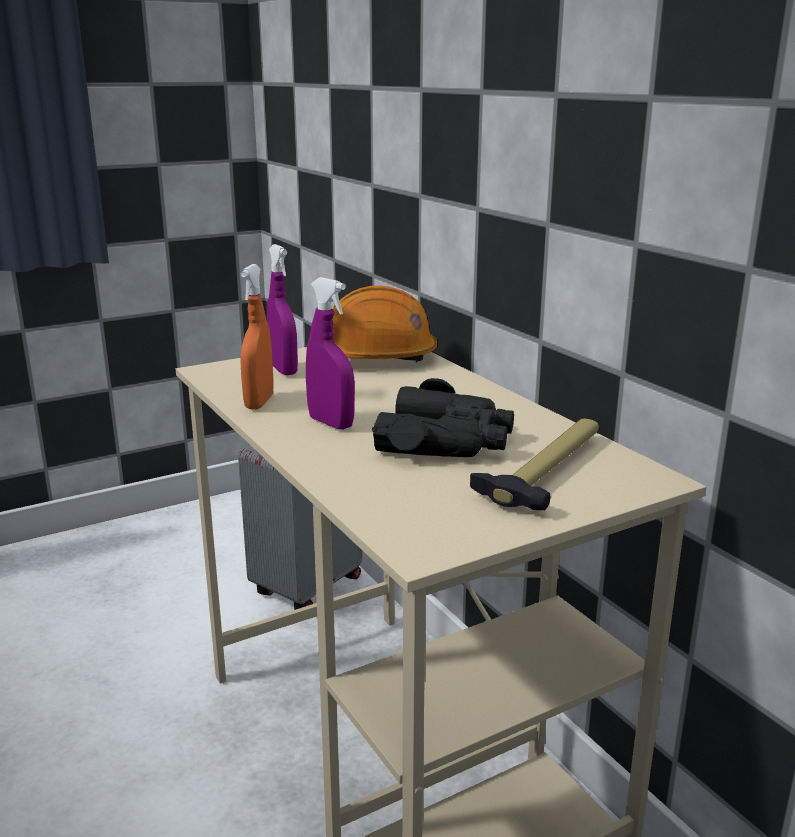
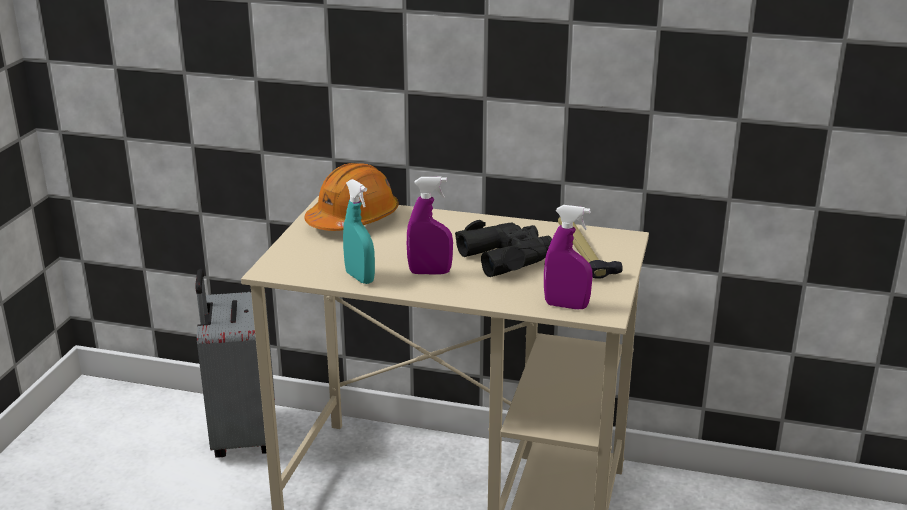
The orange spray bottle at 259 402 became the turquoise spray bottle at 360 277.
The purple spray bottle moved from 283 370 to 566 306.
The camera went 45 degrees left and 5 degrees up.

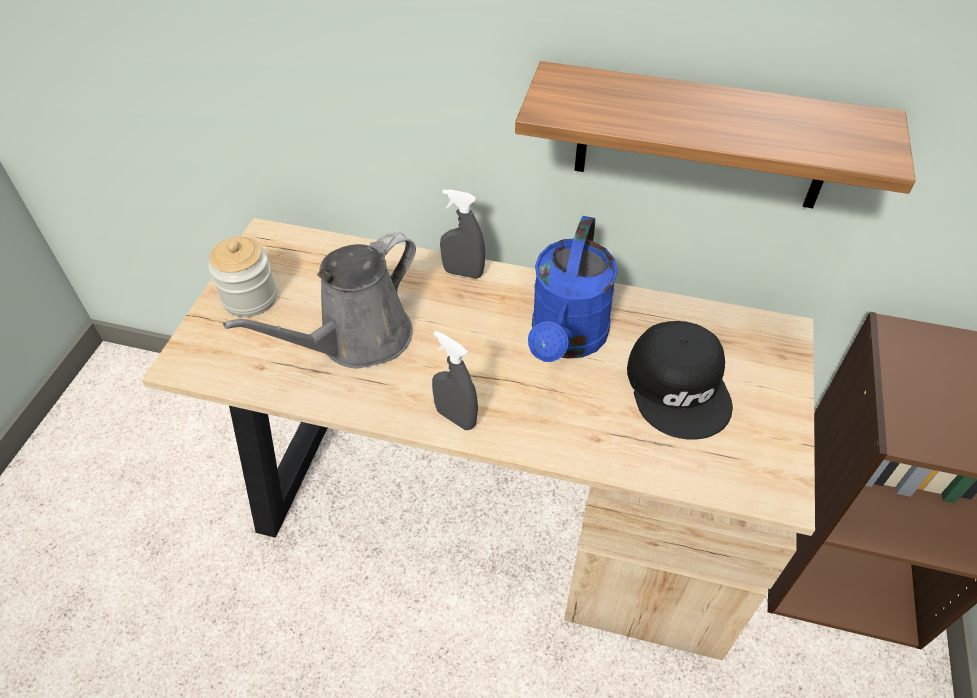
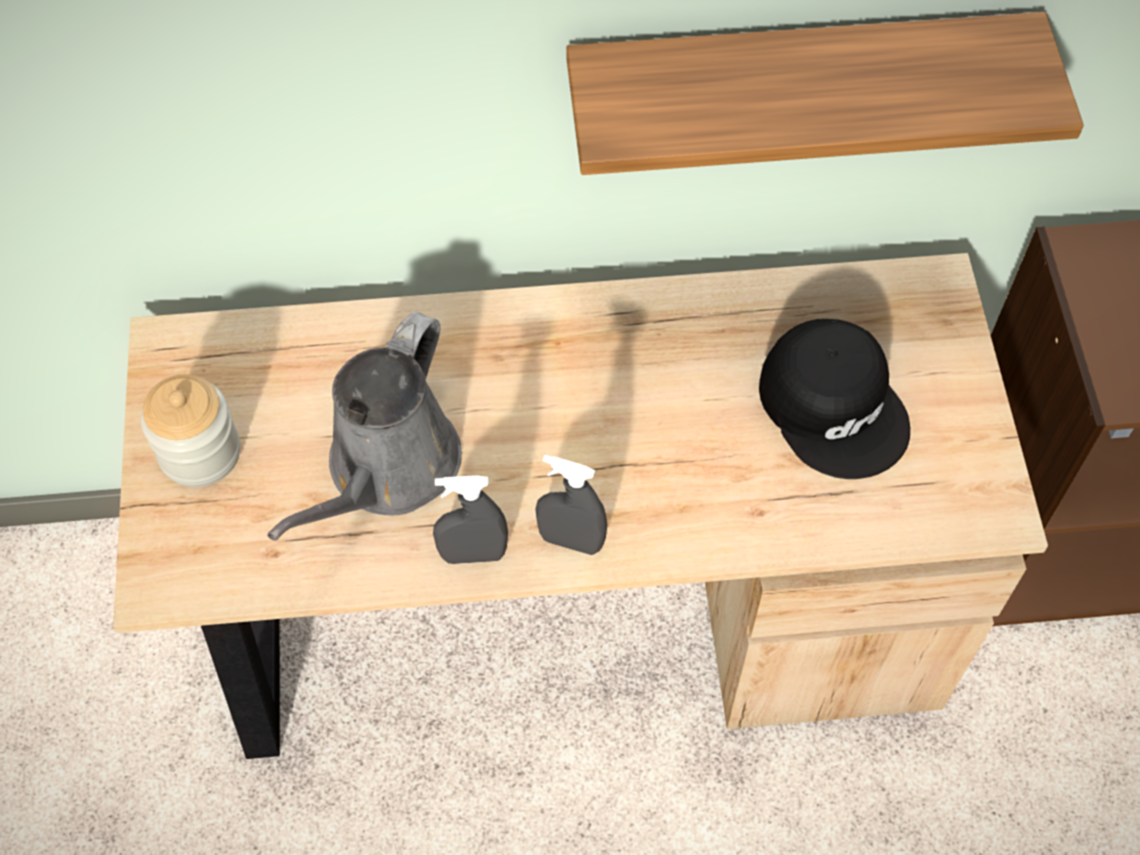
The grey spray bottle moved from 463 273 to 473 555.
The blue watering can at 566 340 disappeared.
The camera went 20 degrees left and 10 degrees up.

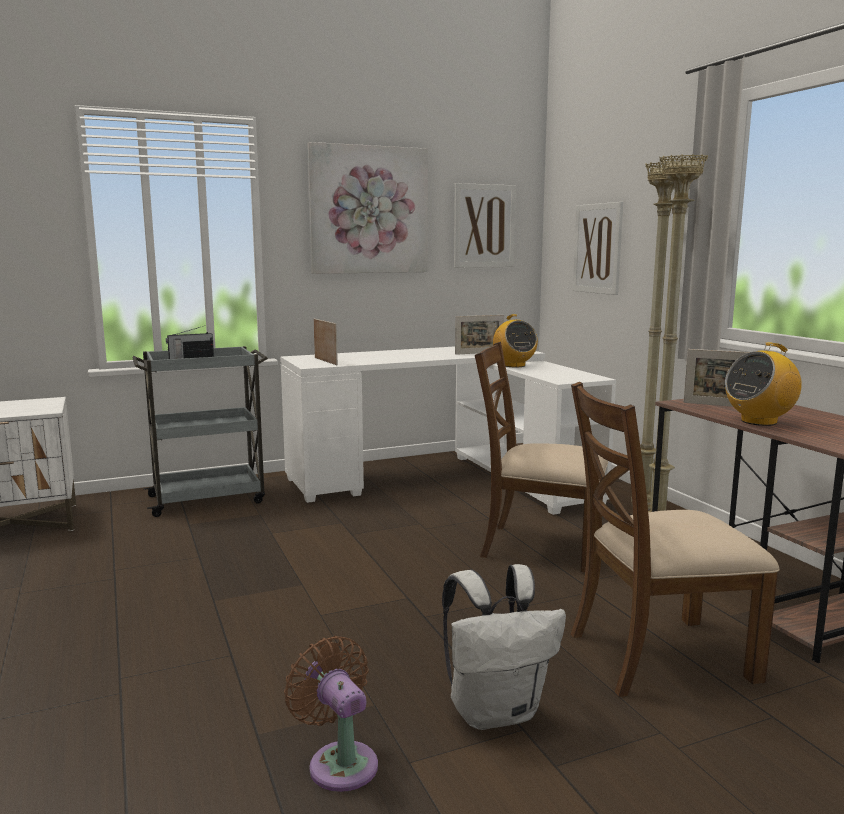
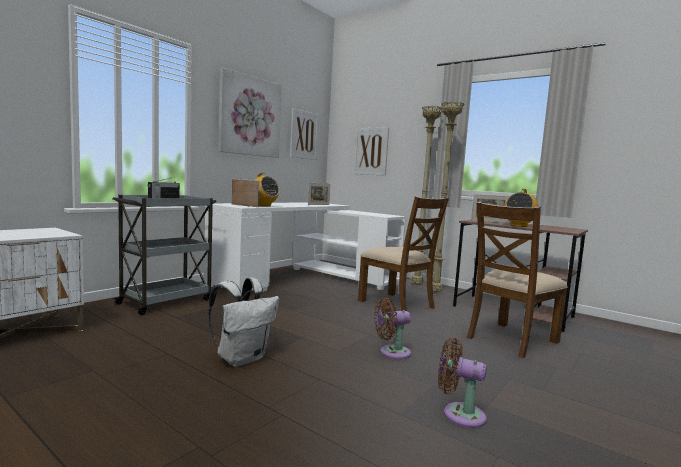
The white backpack moved from 496 711 to 242 358.
The radio moved from 514 365 to 263 206.
The brown chair at 540 547 turned 120 degrees counterclockwise.
The brown fan at 391 353 appeared.
The camera went 30 degrees left and 5 degrees down.

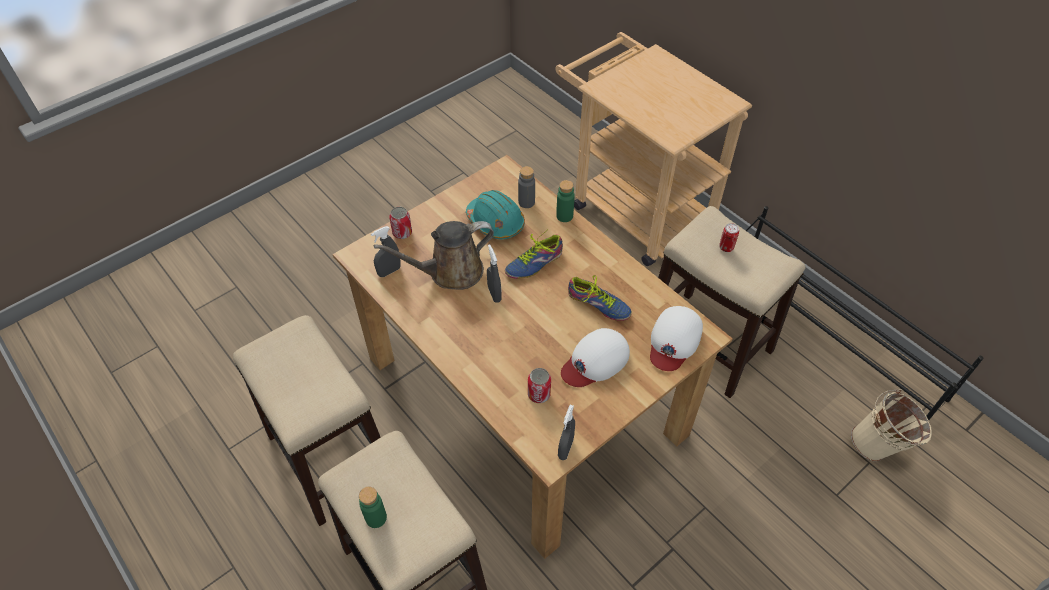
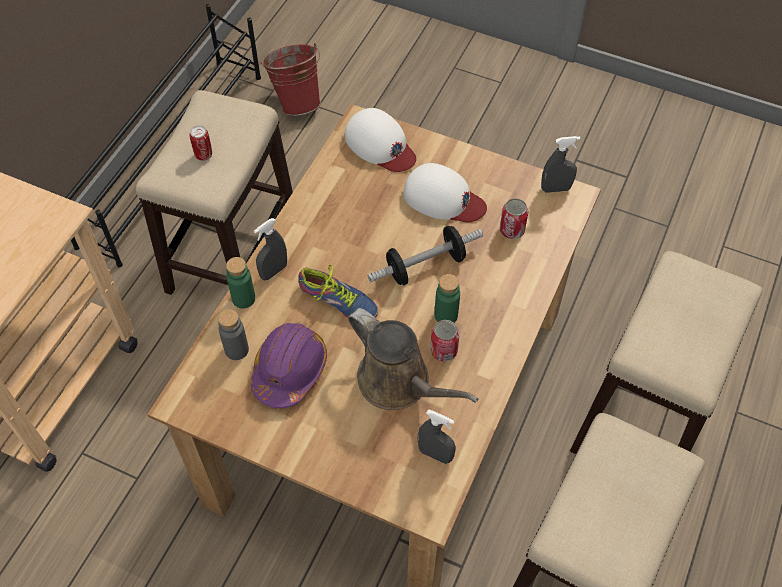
The turquoise hard hat at 495 222 became the purple hard hat at 289 370.
The grey spray bottle moved from 494 294 to 273 271.
The beige bucket at 880 447 became the red bucket at 296 101.
The white cap at 674 341 turned 45 degrees clockwise.
The dumbbell at 425 266 appeared.
The can moved from 402 233 to 443 351.
The green bottle moved from 376 518 to 446 315.
The shoe at 598 306 disappeared.
The camera went 115 degrees left and 5 degrees up.

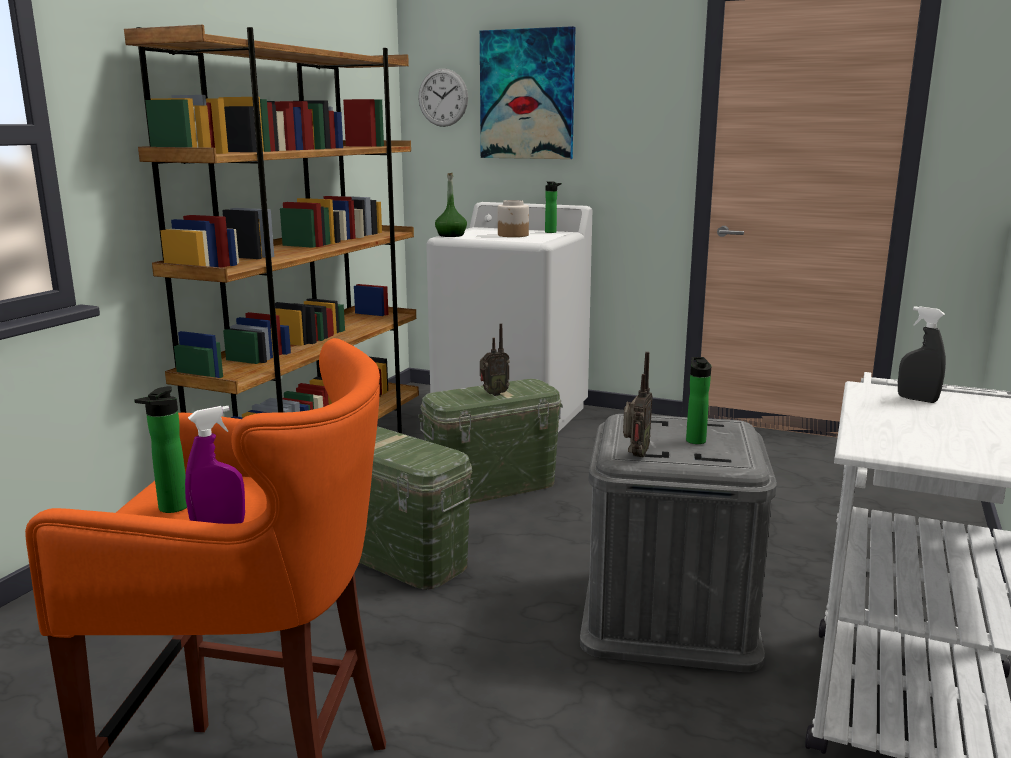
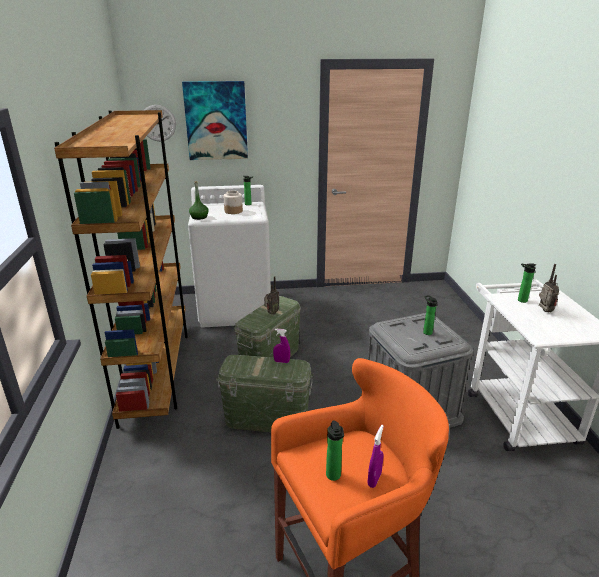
The purple spray bottle at 281 361 appeared.
The grey spray bottle at 917 399 was replaced by the bottle at 520 300.
The radio moved from 635 455 to 544 311.
The camera went 30 degrees left and 10 degrees up.

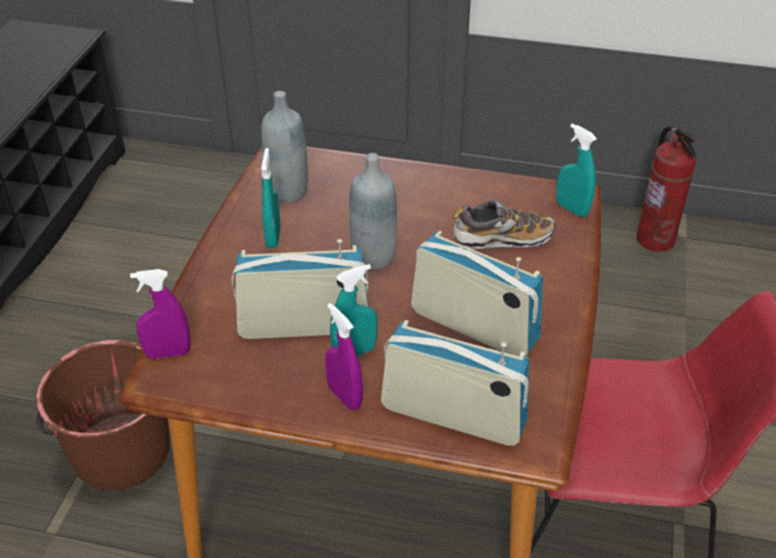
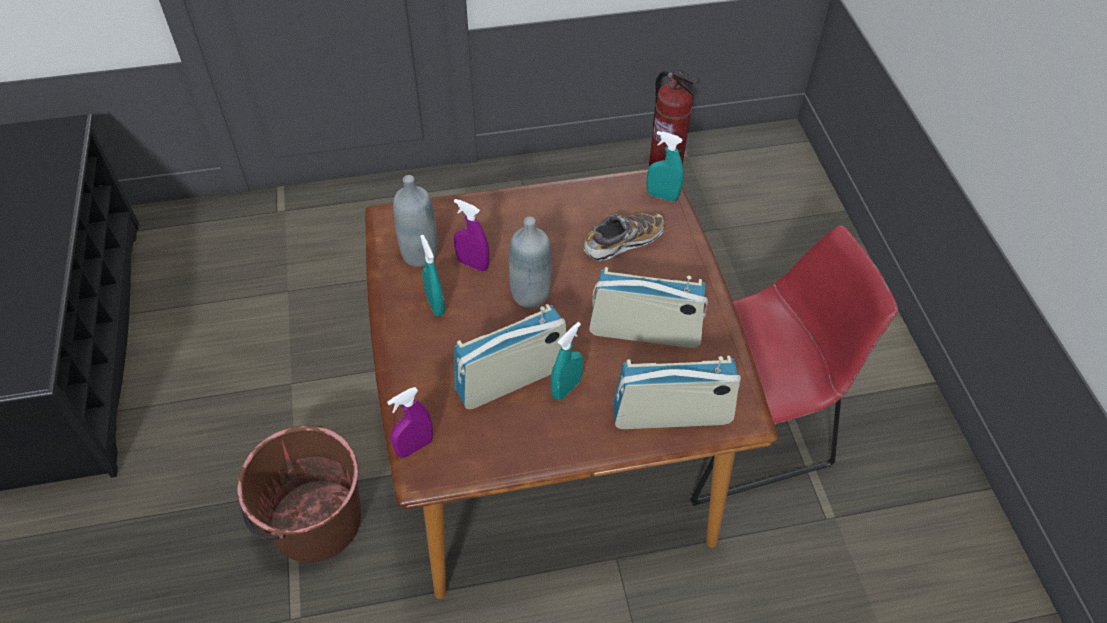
The purple spray bottle moved from 344 397 to 472 264.
The camera went 25 degrees left and 10 degrees up.

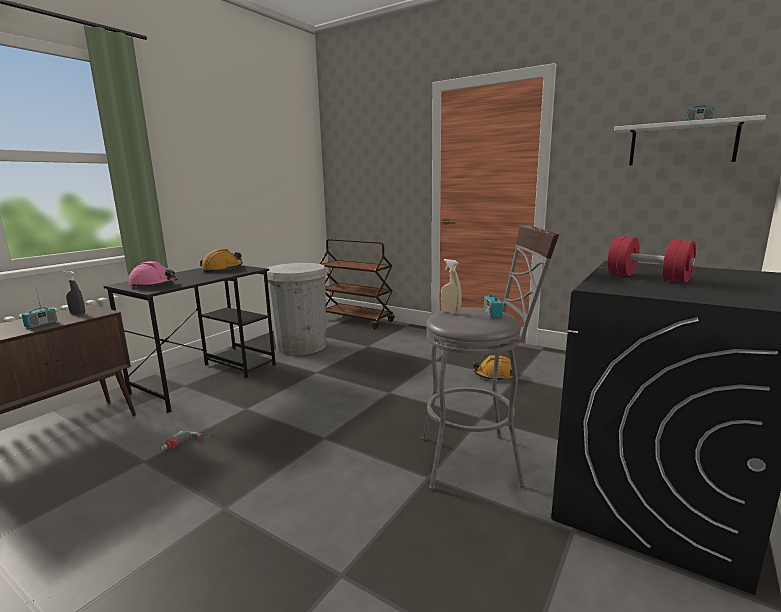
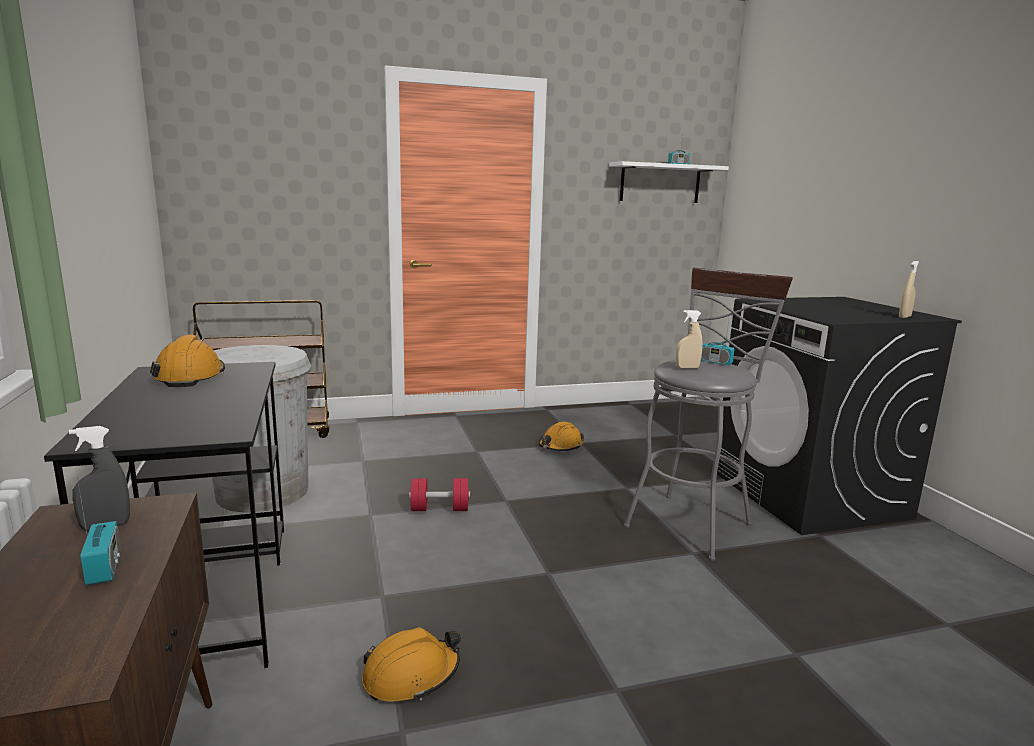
The power drill at 187 444 was replaced by the orange hard hat at 411 676.
The red dumbbell moved from 647 277 to 440 509.
The beige spray bottle at 904 317 appeared.
The pink hard hat at 154 285 disappeared.
The camera went 50 degrees left and 0 degrees up.

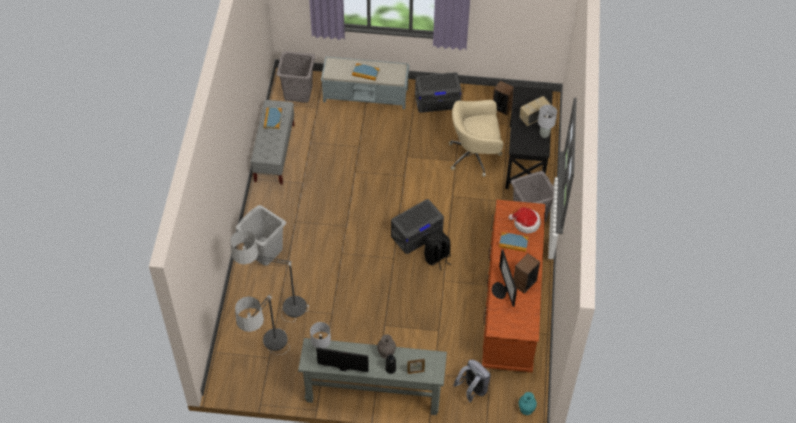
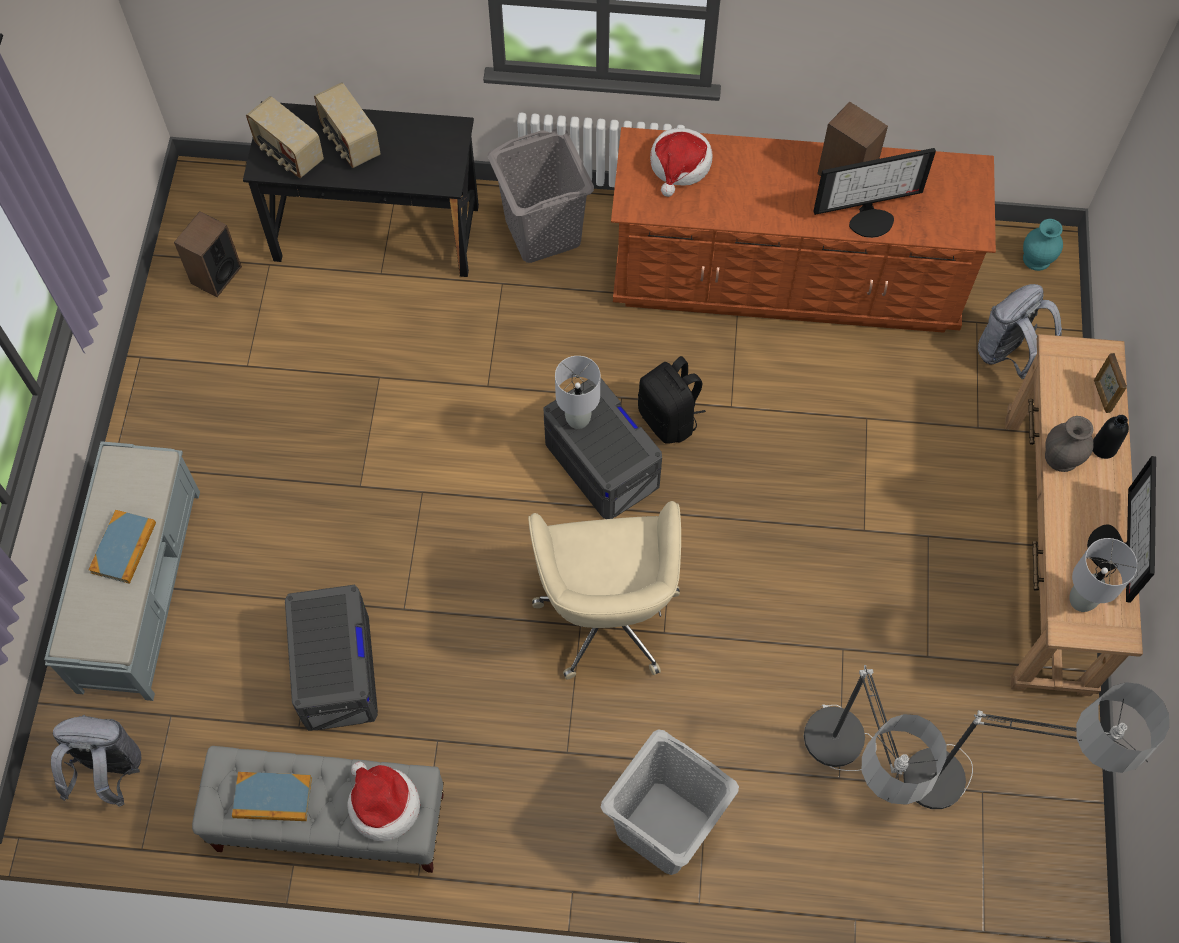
The grey laundry basket at 298 92 was replaced by the grey backpack at 109 771.
The radio at 289 154 appeared.
The grey storage box moved from 437 100 to 336 669.
The hat at 383 804 appeared.
The beige office chair moved from 475 156 to 607 612.
The grey table lamp moved from 544 135 to 578 419.
The grey console table at 373 393 became the brown console table at 1045 551.
The book at 513 243 disappeared.
The camera went 90 degrees left and 10 degrees up.

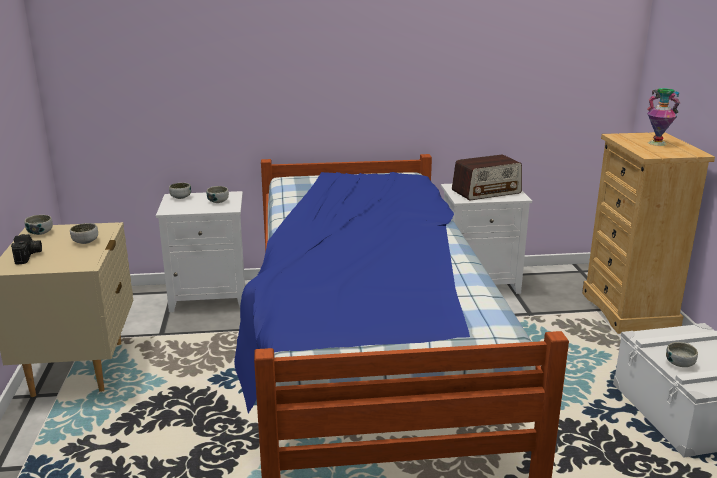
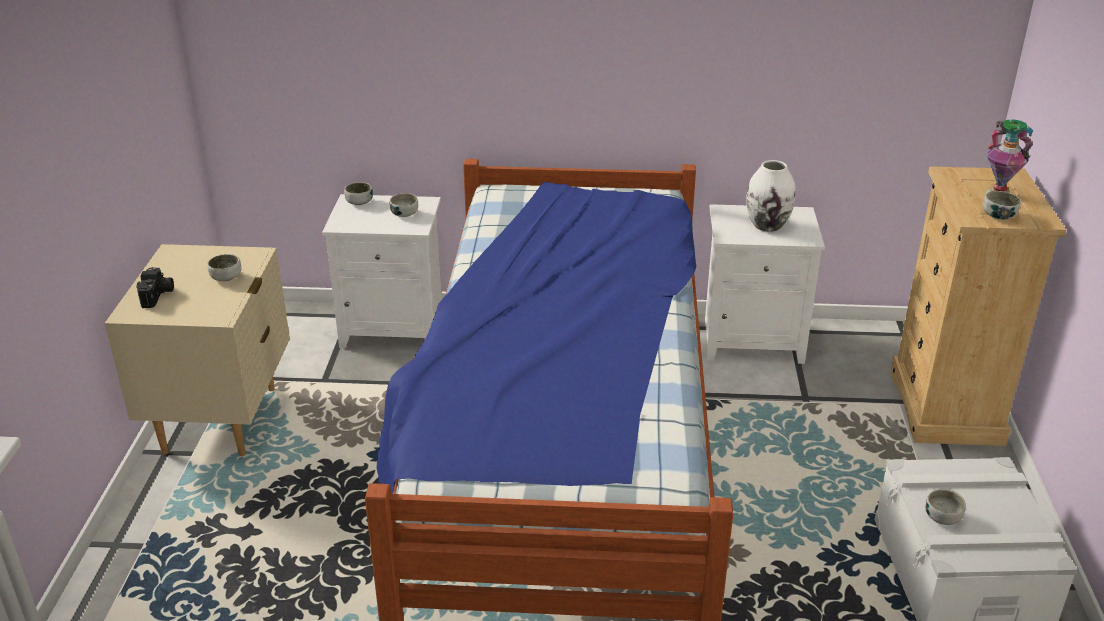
The radio at 486 192 was replaced by the white vase at 767 225.
The bowl moved from 40 232 to 998 216.
The camera went 10 degrees right and 10 degrees up.

